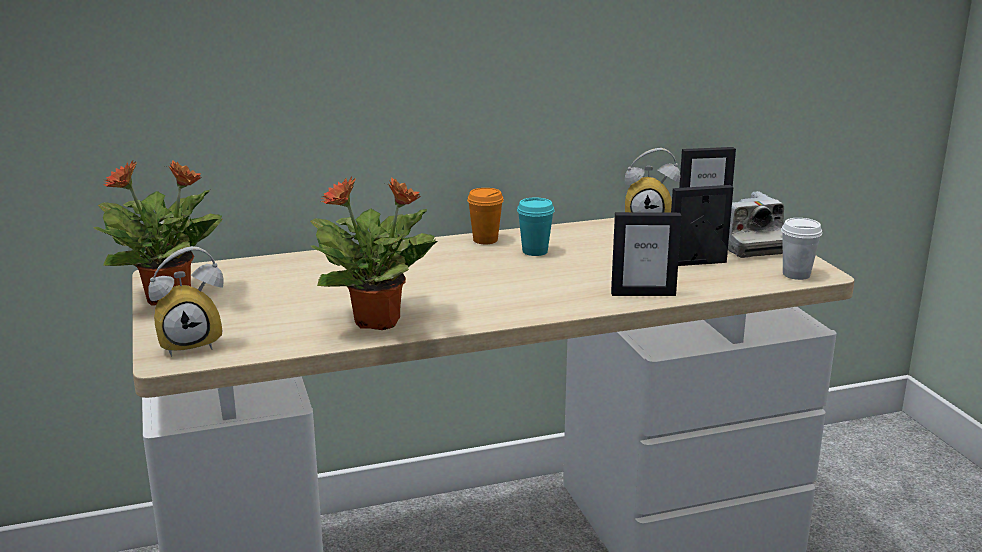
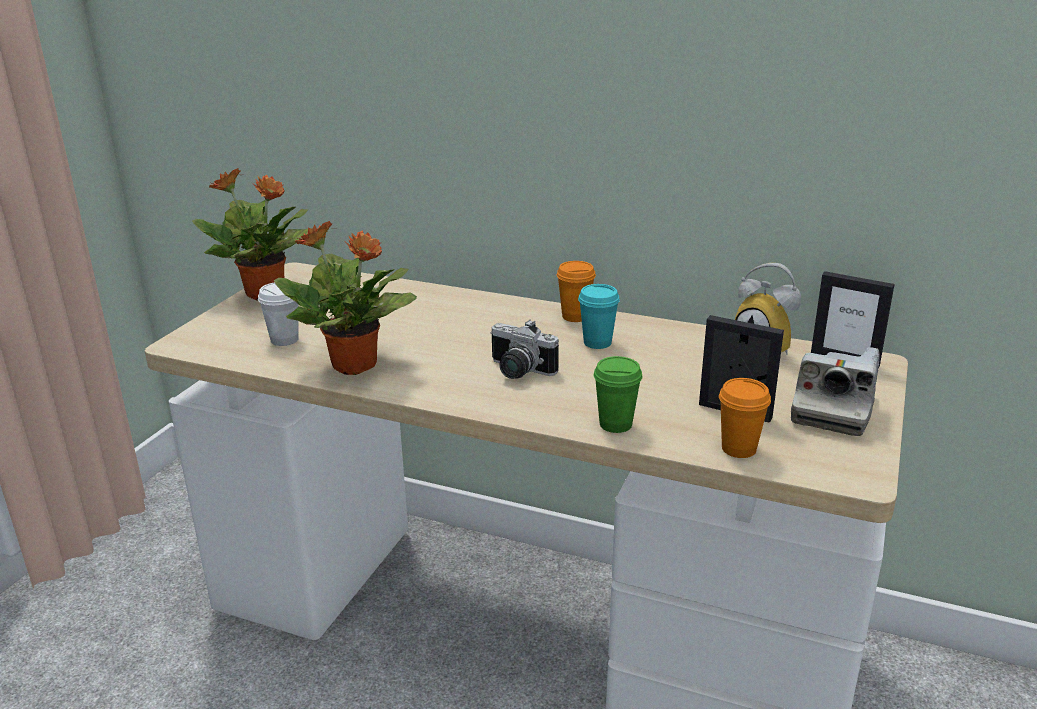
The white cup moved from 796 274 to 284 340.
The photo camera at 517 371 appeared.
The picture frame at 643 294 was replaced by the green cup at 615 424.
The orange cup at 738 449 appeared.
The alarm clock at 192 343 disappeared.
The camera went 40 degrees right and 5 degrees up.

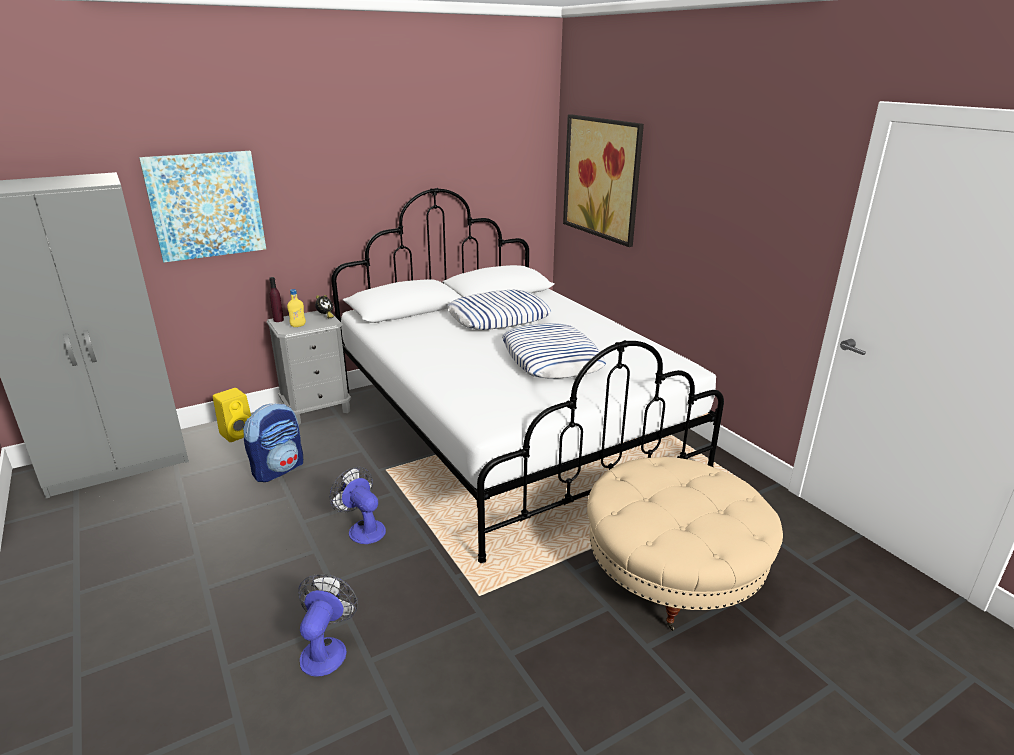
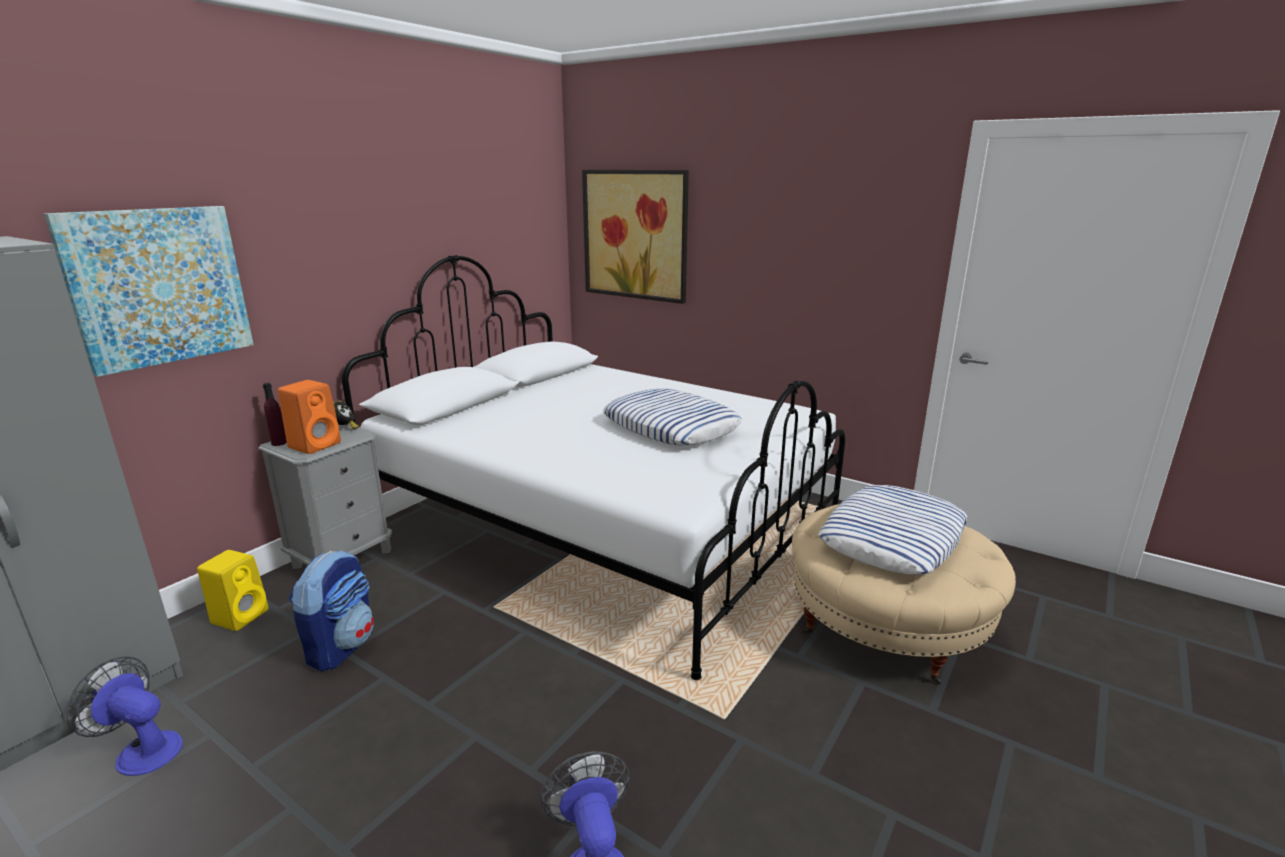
The fan moved from 363 528 to 142 750.
The yellow bottle at 298 326 was replaced by the orange speaker at 316 445.
The pillow moved from 499 317 to 892 538.
The camera went 25 degrees left and 5 degrees down.

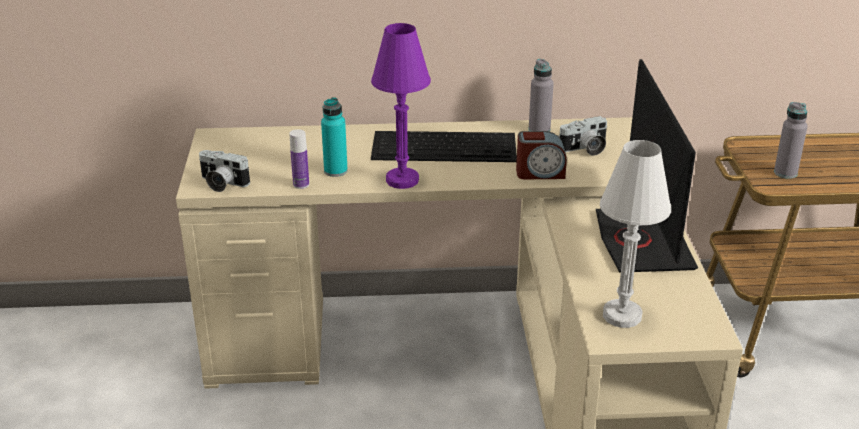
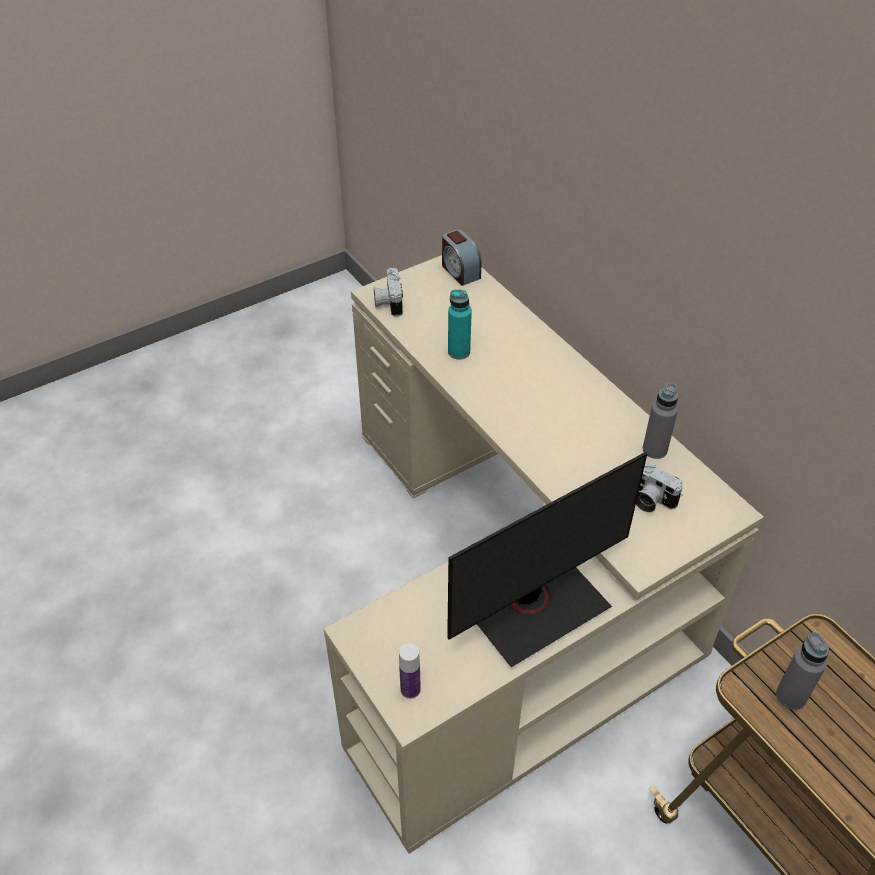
The bottle moved from 301 184 to 410 689.
The alarm clock moved from 540 173 to 460 271.
The purple table lamp at 402 180 disappeared.
The keyboard at 445 146 disappeared.
The white table lamp at 622 315 disappeared.
The camera went 60 degrees right and 15 degrees up.

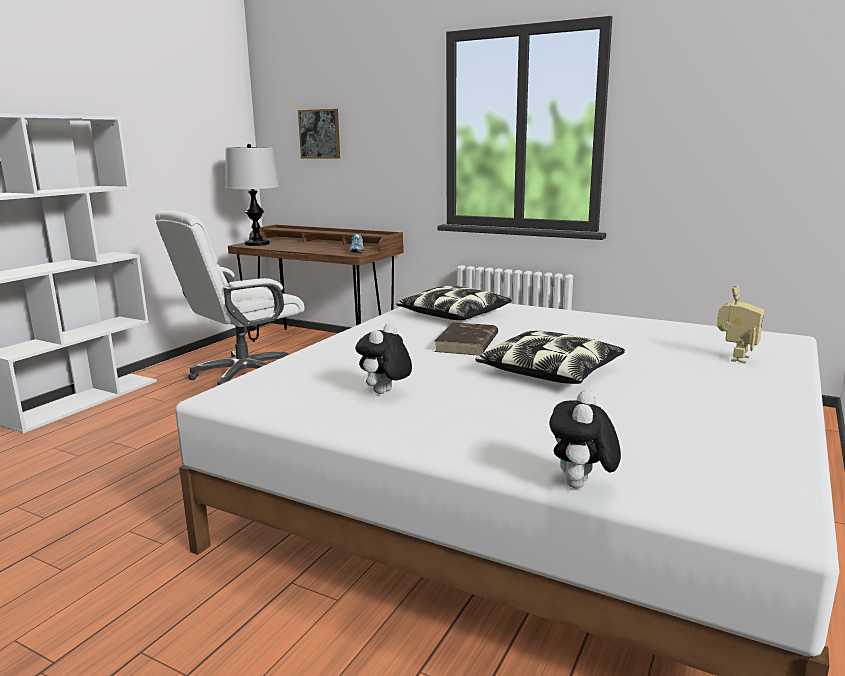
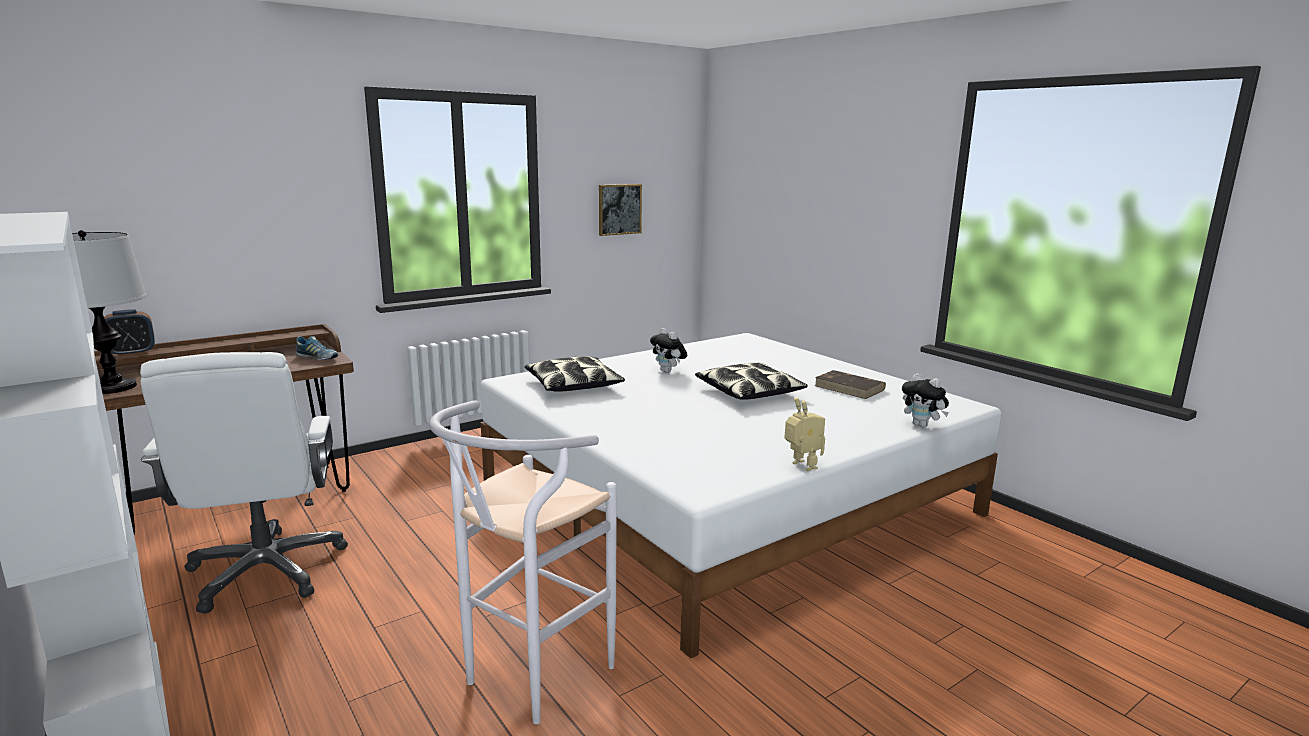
The alarm clock at 132 353 appeared.
The white stool at 528 680 appeared.
The picture moved from 320 134 to 619 209.
The plush toy moved from 385 393 to 668 371.
The toy robot moved from 734 358 to 801 466.
The brown book moved from 467 343 to 850 388.
The camera went 65 degrees left and 0 degrees up.

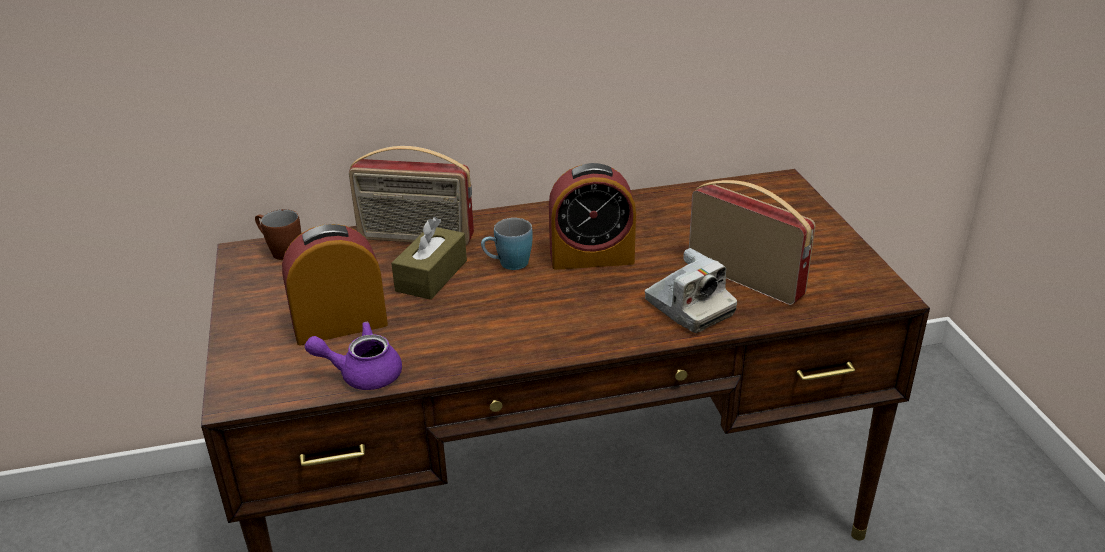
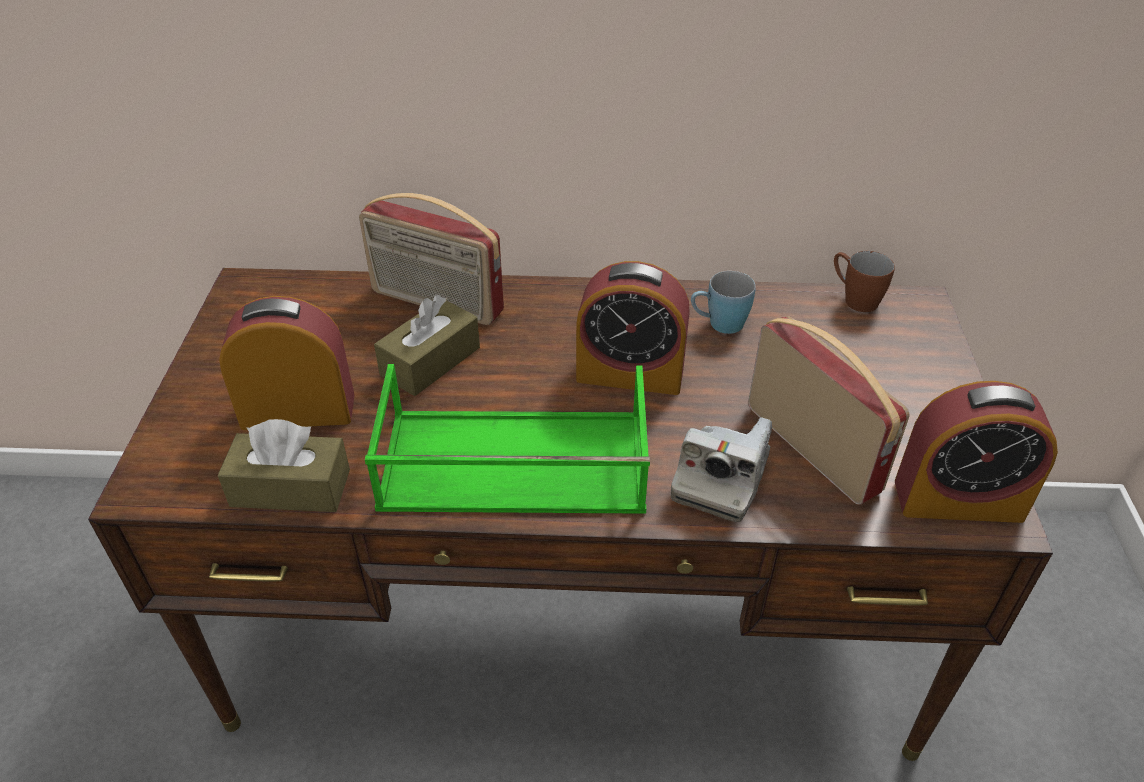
The purple teapot at 362 374 was replaced by the brown tissue box at 290 488.
The green tray at 511 464 appeared.
The photo camera at 689 308 turned 45 degrees clockwise.
The blue mug moved from 507 264 to 718 324.
The brown mug moved from 280 251 to 854 298.
The alarm clock at 958 500 appeared.
The camera went 15 degrees right and 10 degrees up.

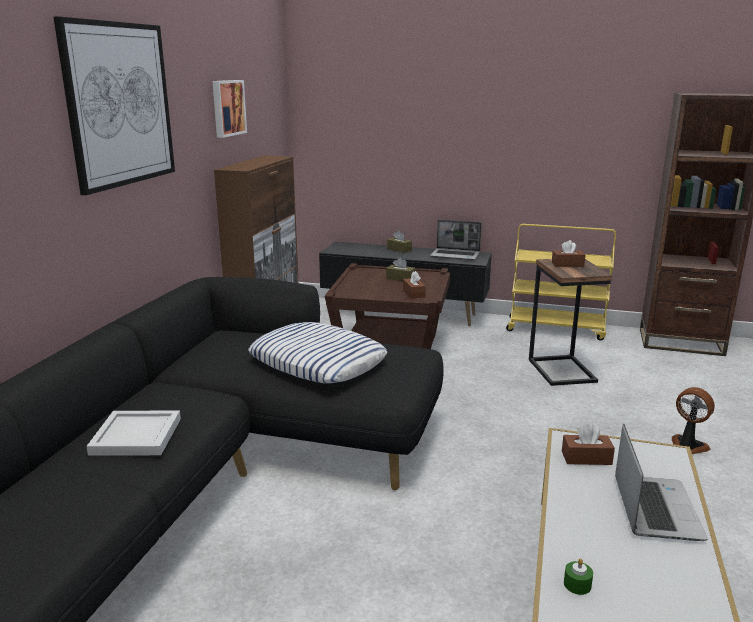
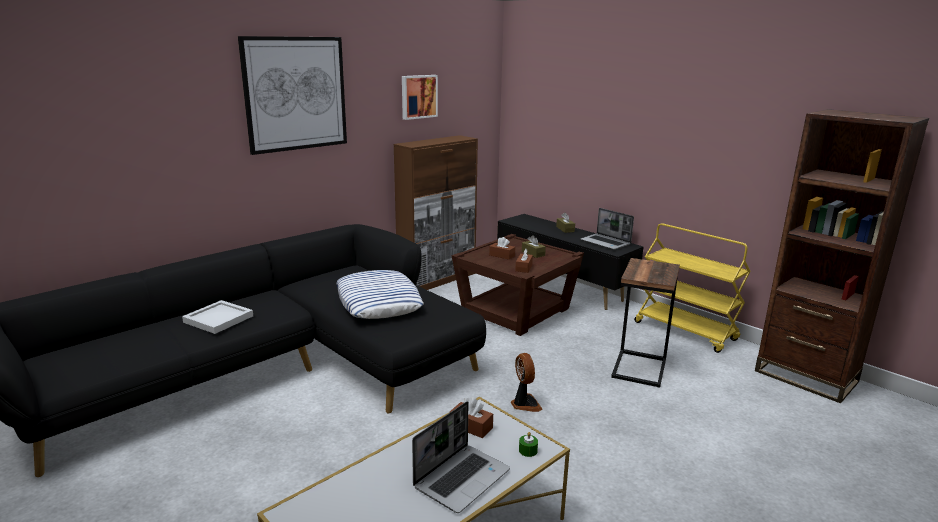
The brown tissue box moved from 567 264 to 502 255.
The fan moved from 687 446 to 524 404.
The green candle moved from 577 584 to 528 450.
The camera went 30 degrees right and 0 degrees up.

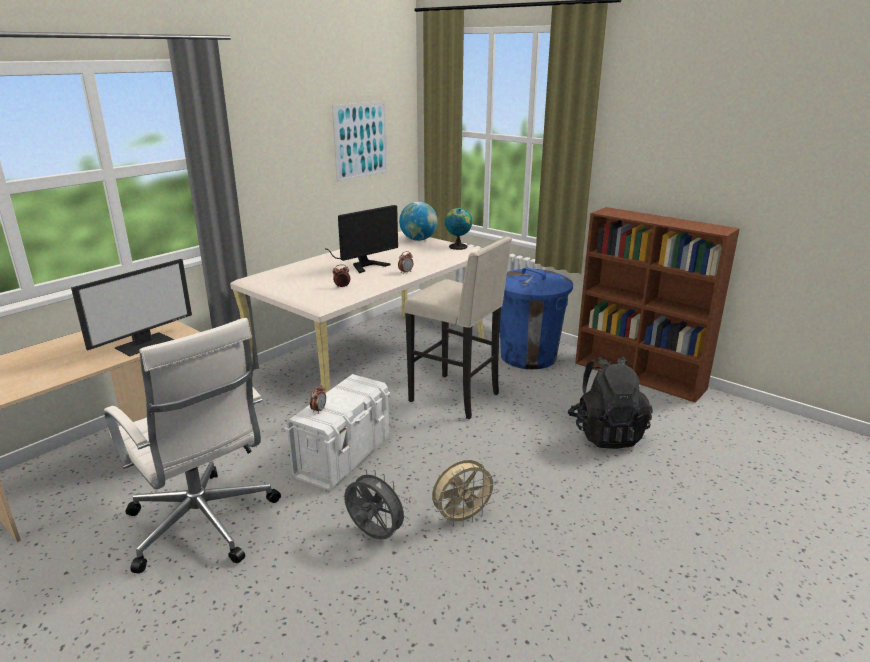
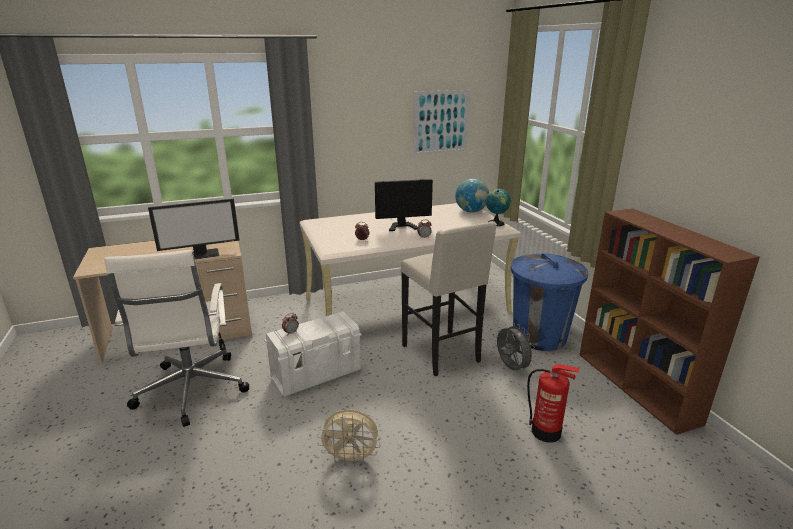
The grey fan moved from 374 535 to 511 368.
The black backpack at 606 433 was replaced by the fire extinguisher at 546 432.
The camera went 30 degrees right and 0 degrees up.

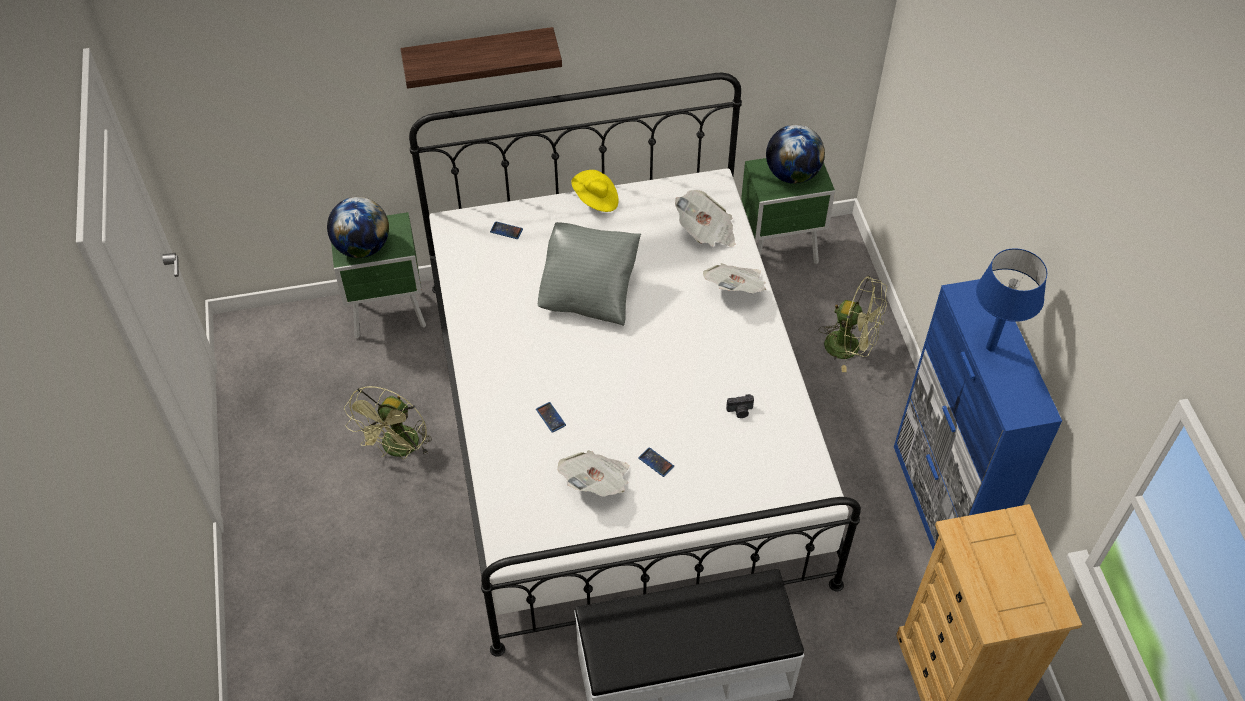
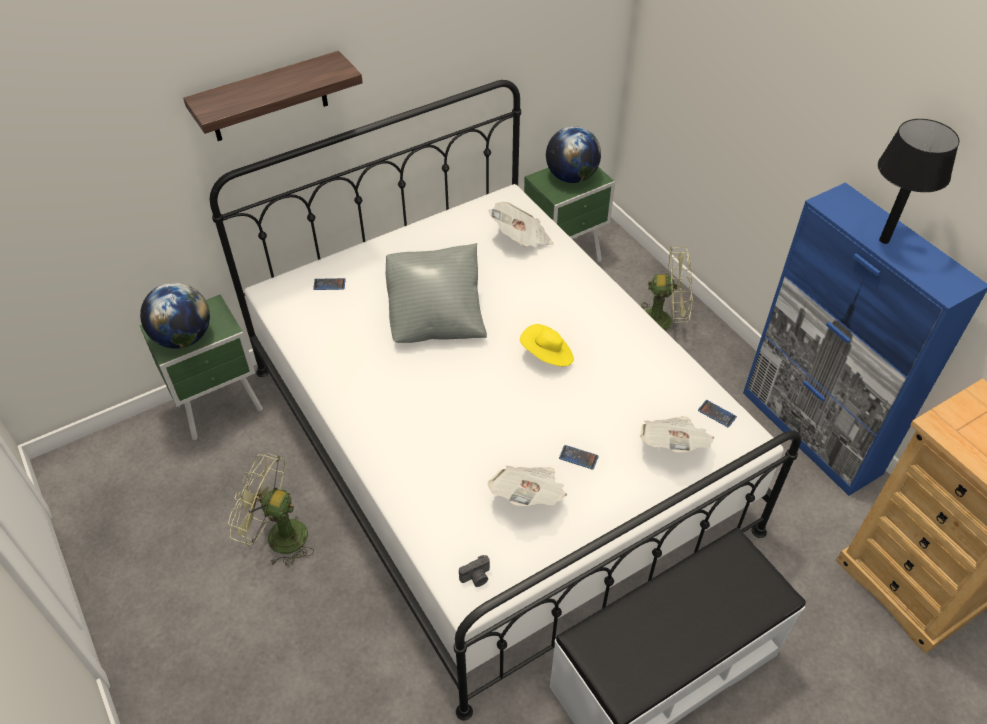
The green fan at 398 449 turned 105 degrees clockwise.
The photo camera moved from 740 411 to 476 577.
The yellow hat moved from 596 200 to 547 356.
The newspaper moved from 736 289 to 673 445.
The phone moved from 550 417 to 717 414.
The blue table lamp at 991 347 became the black table lamp at 884 240.
The camera went 20 degrees left and 5 degrees down.

